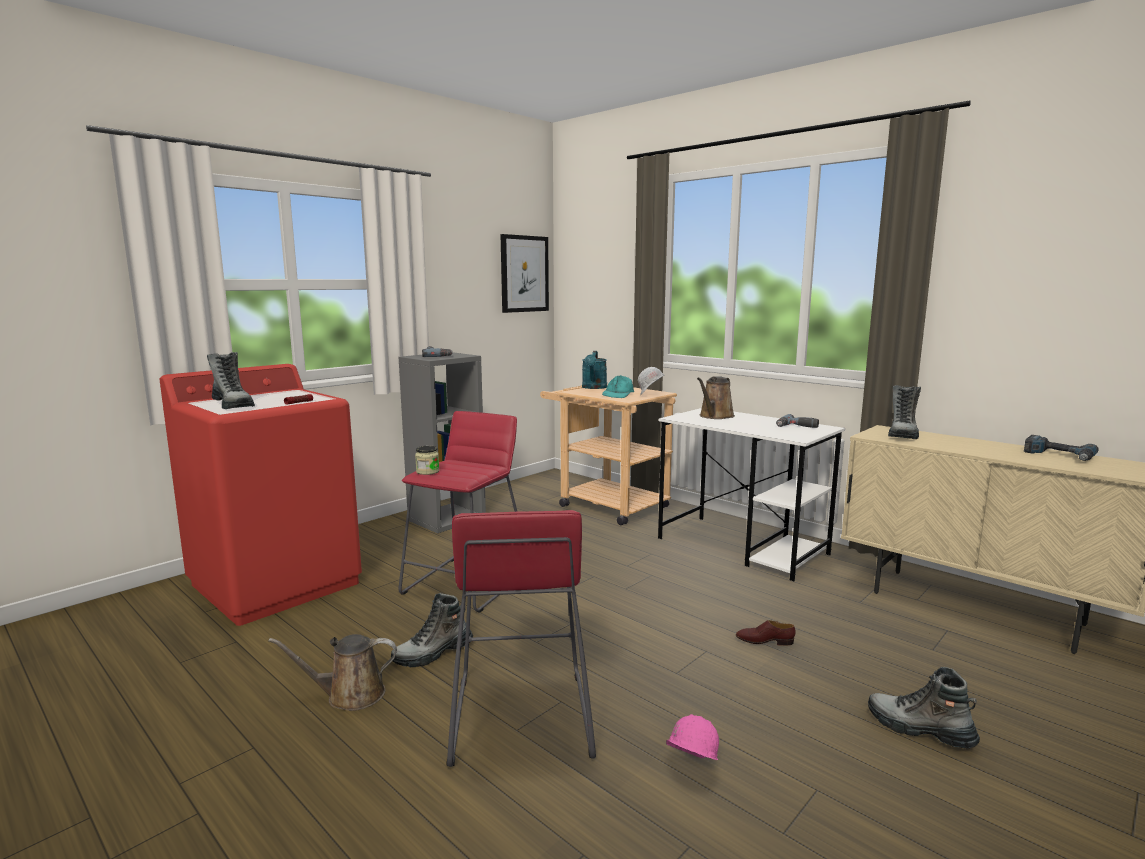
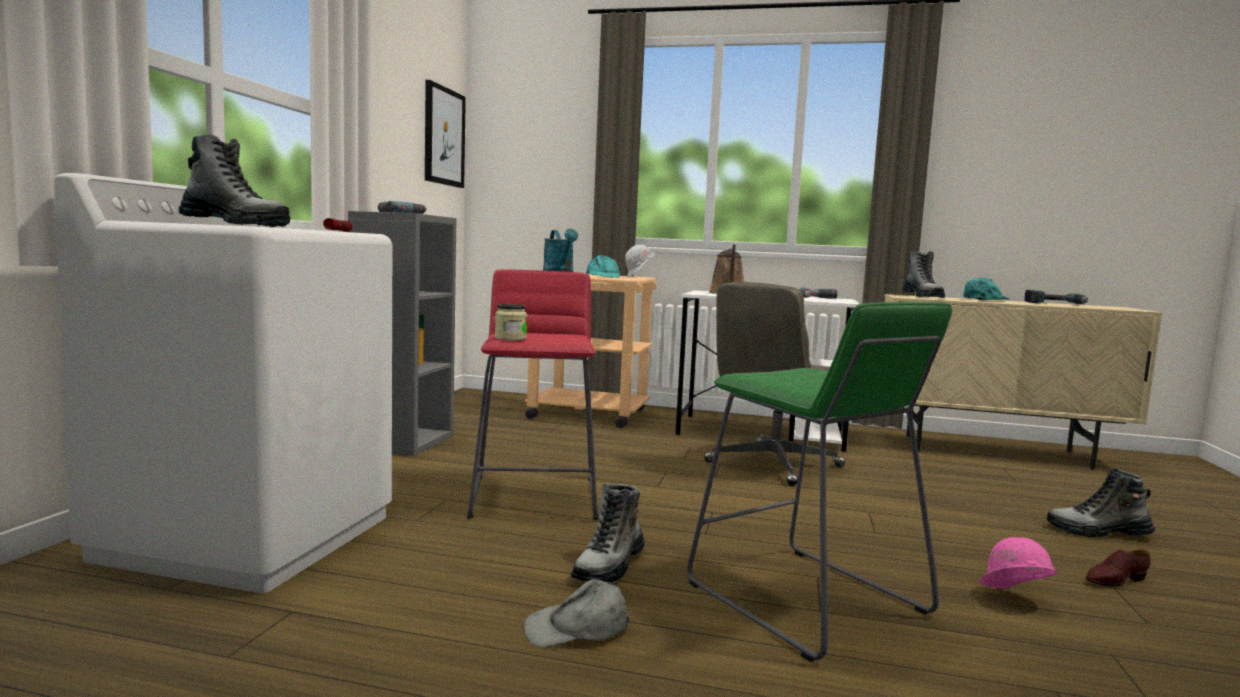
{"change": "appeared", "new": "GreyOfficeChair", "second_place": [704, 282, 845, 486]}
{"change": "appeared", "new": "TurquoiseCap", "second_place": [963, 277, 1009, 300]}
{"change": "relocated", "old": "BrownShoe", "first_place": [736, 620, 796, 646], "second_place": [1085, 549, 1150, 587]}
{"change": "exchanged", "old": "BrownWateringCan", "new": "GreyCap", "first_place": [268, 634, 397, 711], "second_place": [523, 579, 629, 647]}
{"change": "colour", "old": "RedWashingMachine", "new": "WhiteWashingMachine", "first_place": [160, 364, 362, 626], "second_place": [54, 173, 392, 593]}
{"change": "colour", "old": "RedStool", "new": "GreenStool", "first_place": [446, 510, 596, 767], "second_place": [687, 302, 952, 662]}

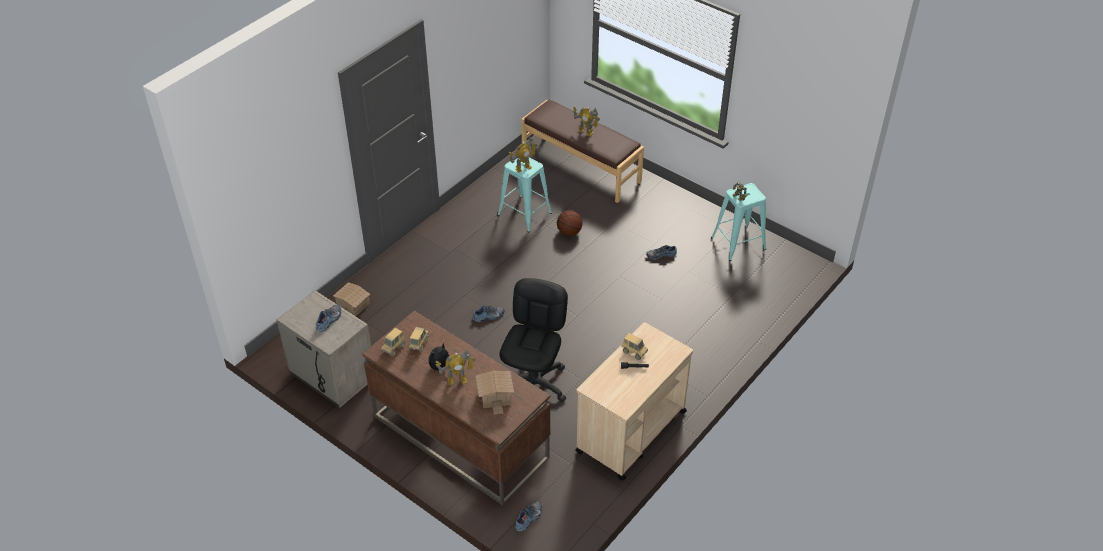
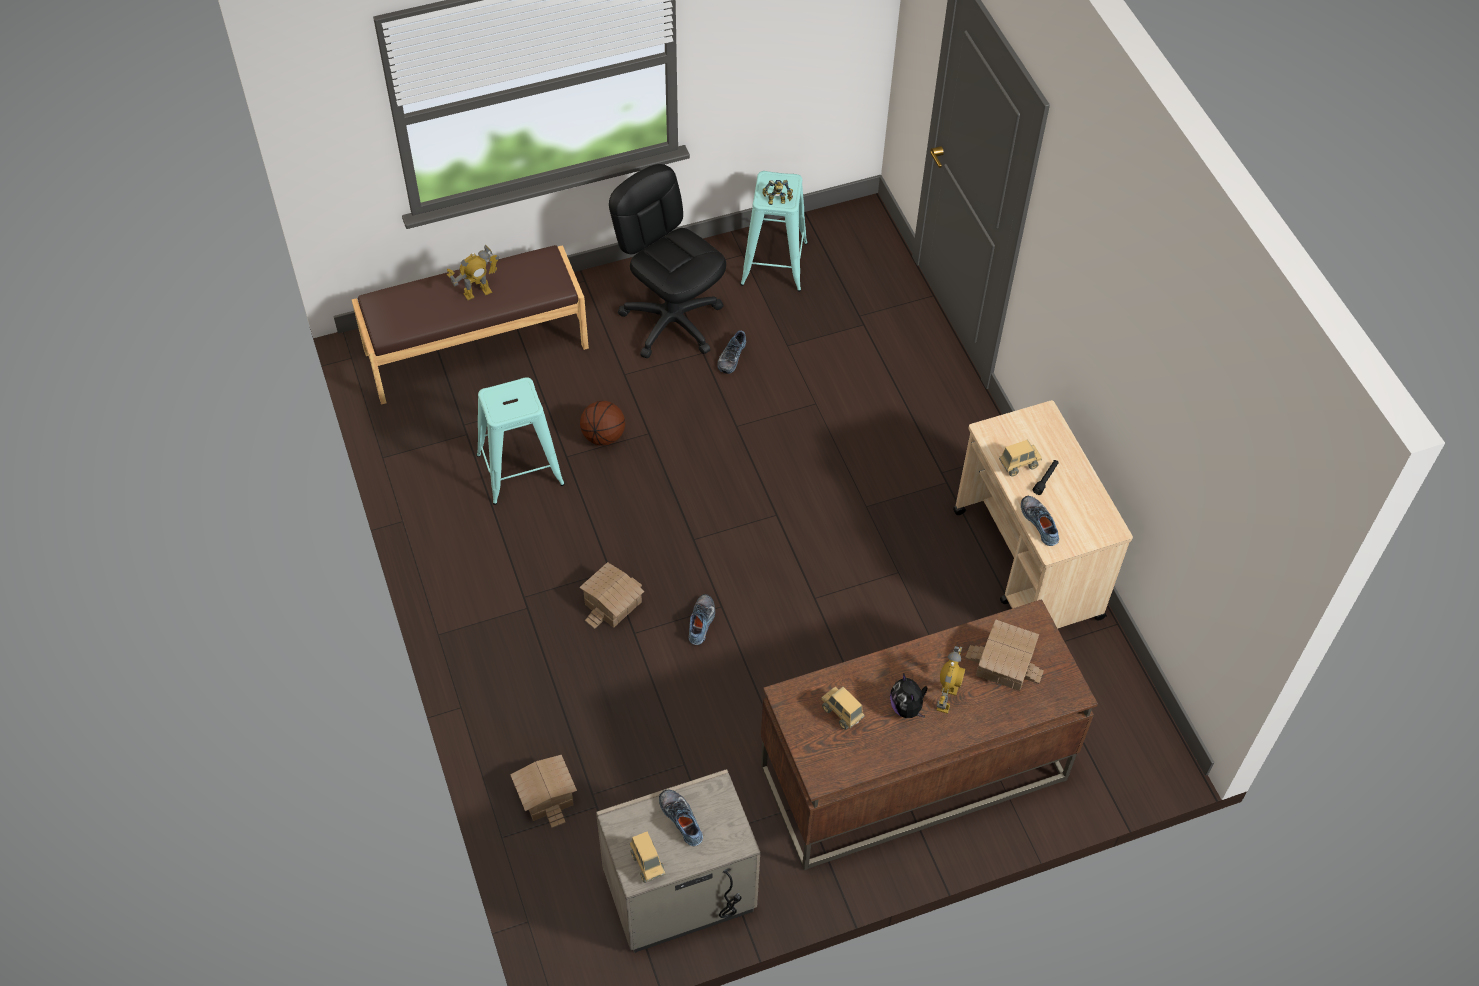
{"change": "missing", "old": "ToyRobot", "first_place": [508, 137, 537, 173]}
{"change": "appeared", "new": "ToyHouse", "second_place": [579, 562, 644, 629]}
{"change": "relocated", "old": "ToyTruck", "first_place": [381, 328, 405, 357], "second_place": [630, 831, 666, 883]}
{"change": "relocated", "old": "BlackOfficeChair", "first_place": [499, 278, 568, 402], "second_place": [609, 164, 726, 359]}
{"change": "relocated", "old": "Shoe", "first_place": [515, 501, 542, 532], "second_place": [1021, 496, 1059, 546]}

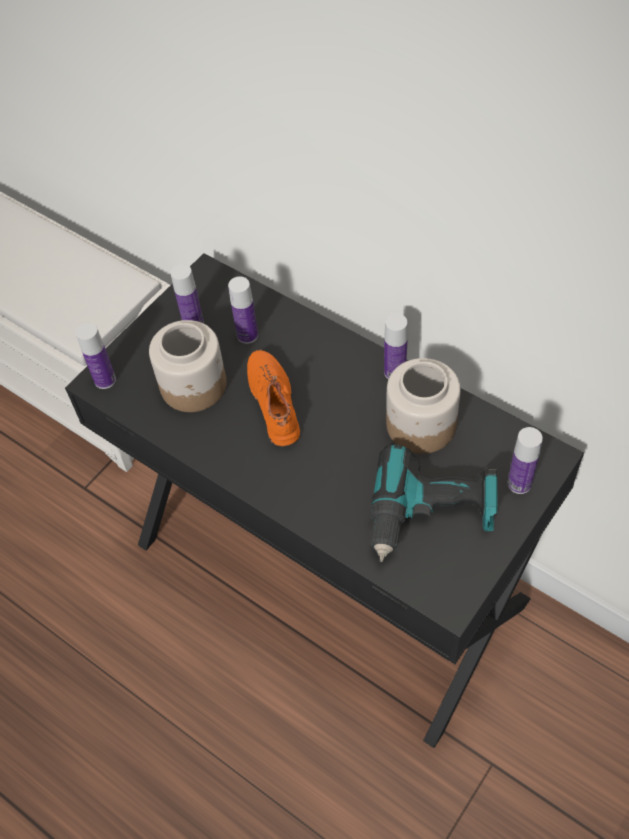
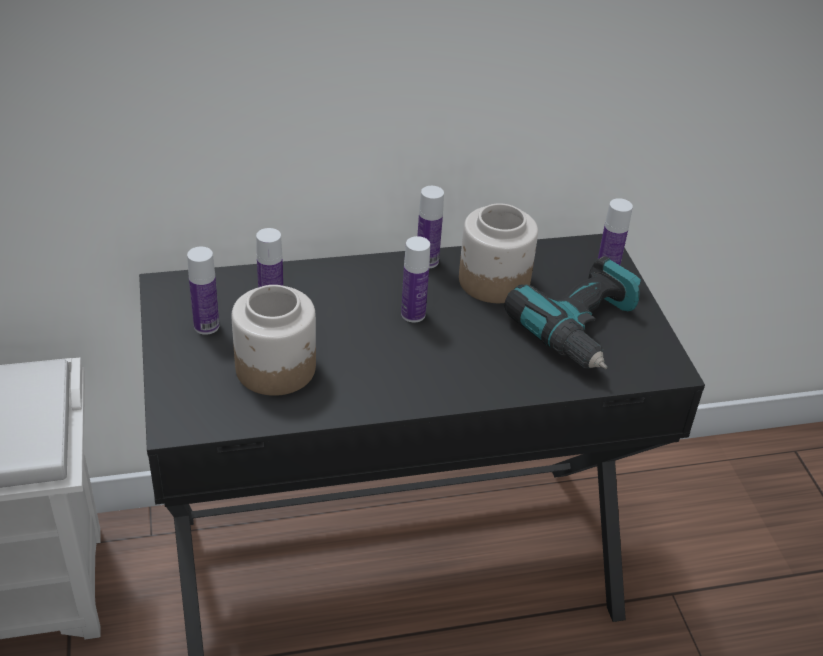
{"change": "missing", "old": "OrangeShoe", "first_place": [247, 350, 300, 447]}
{"change": "relocated", "old": "Bottle", "first_place": [76, 323, 116, 389], "second_place": [401, 236, 430, 322]}

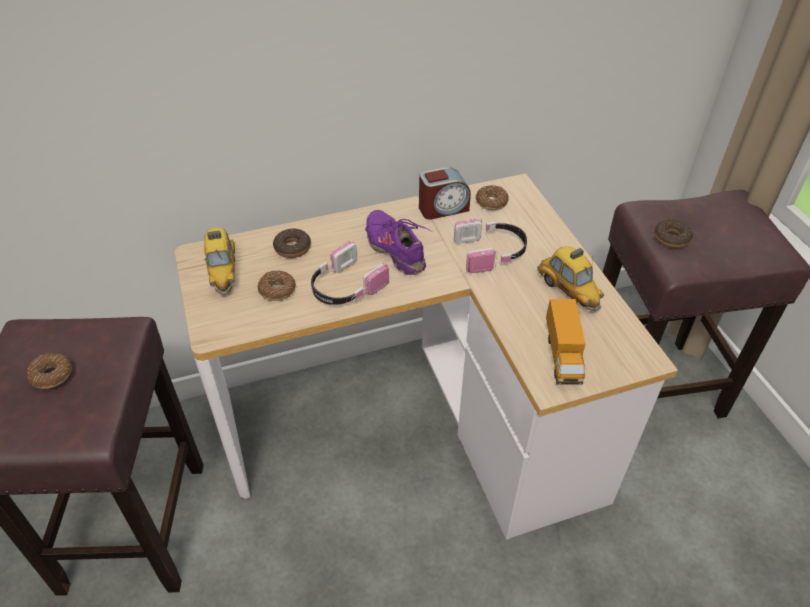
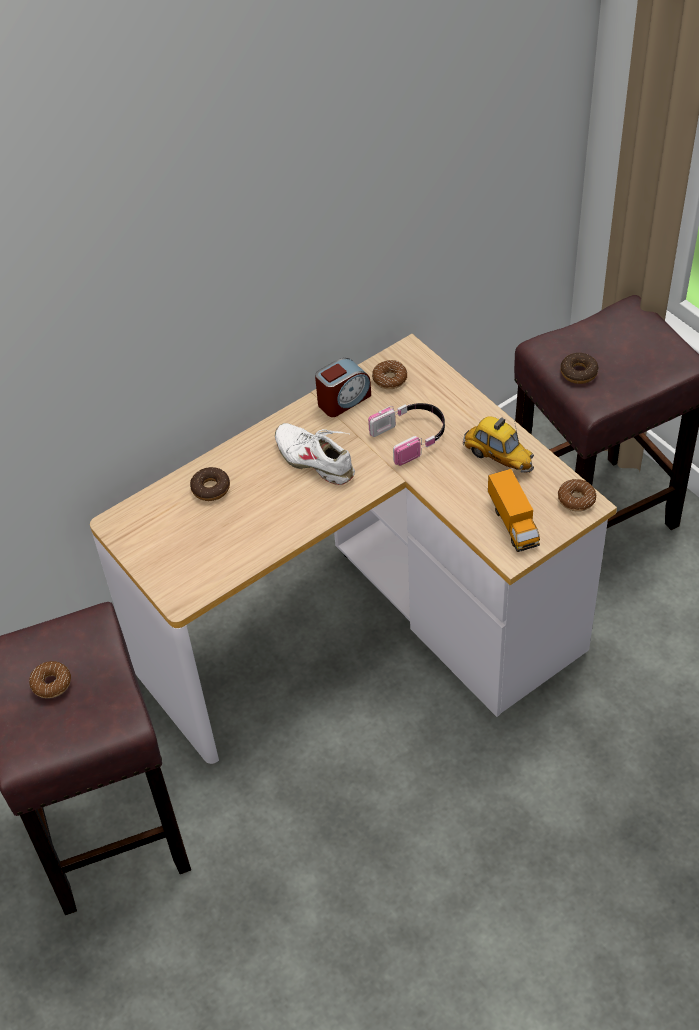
{"change": "missing", "old": "ToyCar", "first_place": [204, 228, 235, 295]}
{"change": "missing", "old": "Headphones", "first_place": [311, 242, 389, 305]}
{"change": "relocated", "old": "Donut", "first_place": [258, 270, 296, 301], "second_place": [558, 479, 596, 512]}
{"change": "colour", "old": "PurpleShoe", "new": "WhiteShoe", "first_place": [365, 210, 432, 275], "second_place": [275, 423, 355, 485]}

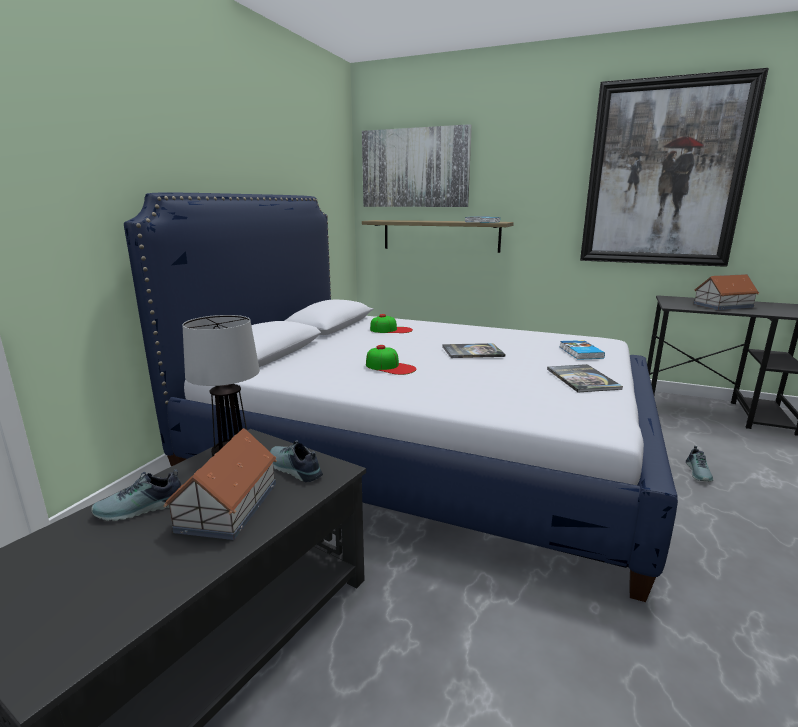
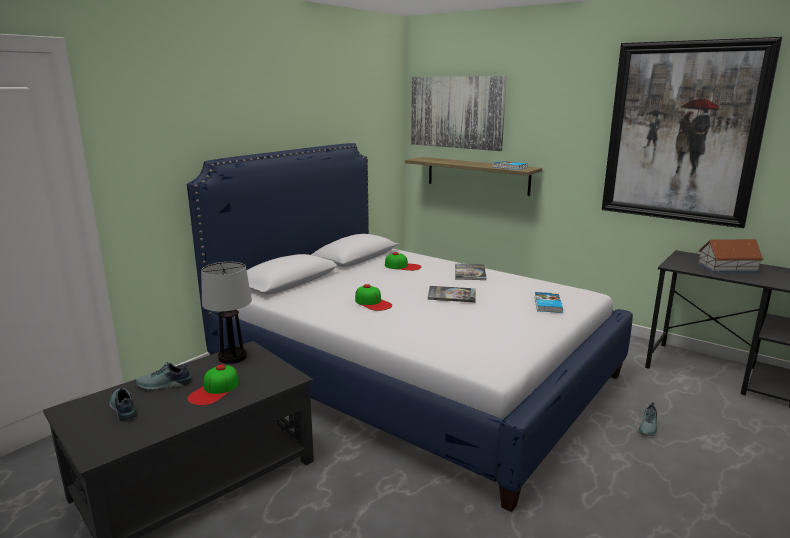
{"change": "relocated", "old": "Shoe", "first_place": [270, 440, 323, 482], "second_place": [110, 387, 137, 421]}
{"change": "relocated", "old": "Book", "first_place": [547, 364, 623, 393], "second_place": [455, 264, 486, 280]}
{"change": "exchanged", "old": "ToyHouse", "new": "Cap", "first_place": [164, 428, 277, 540], "second_place": [188, 365, 239, 406]}

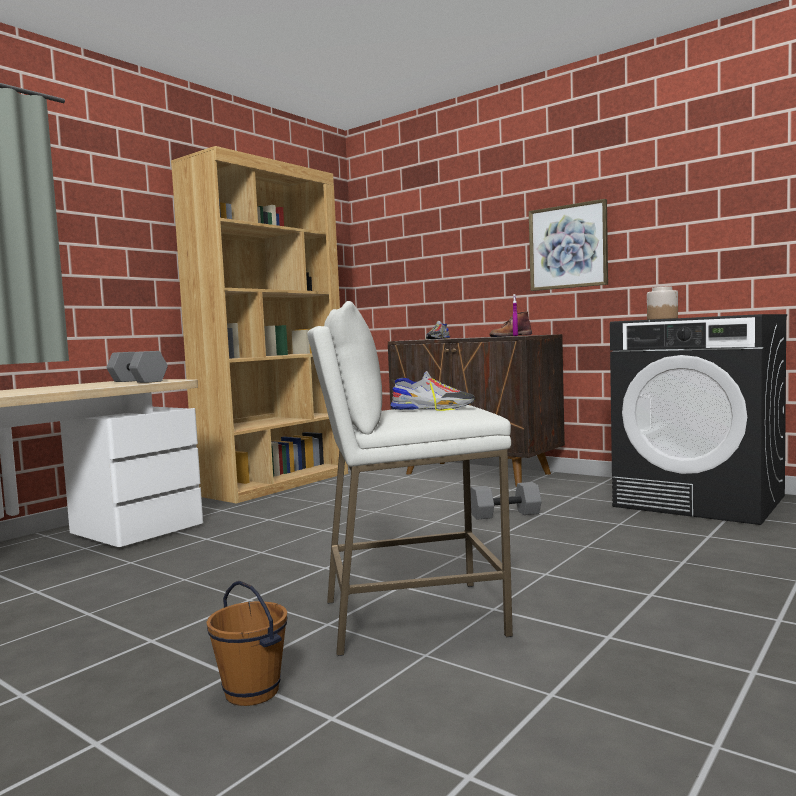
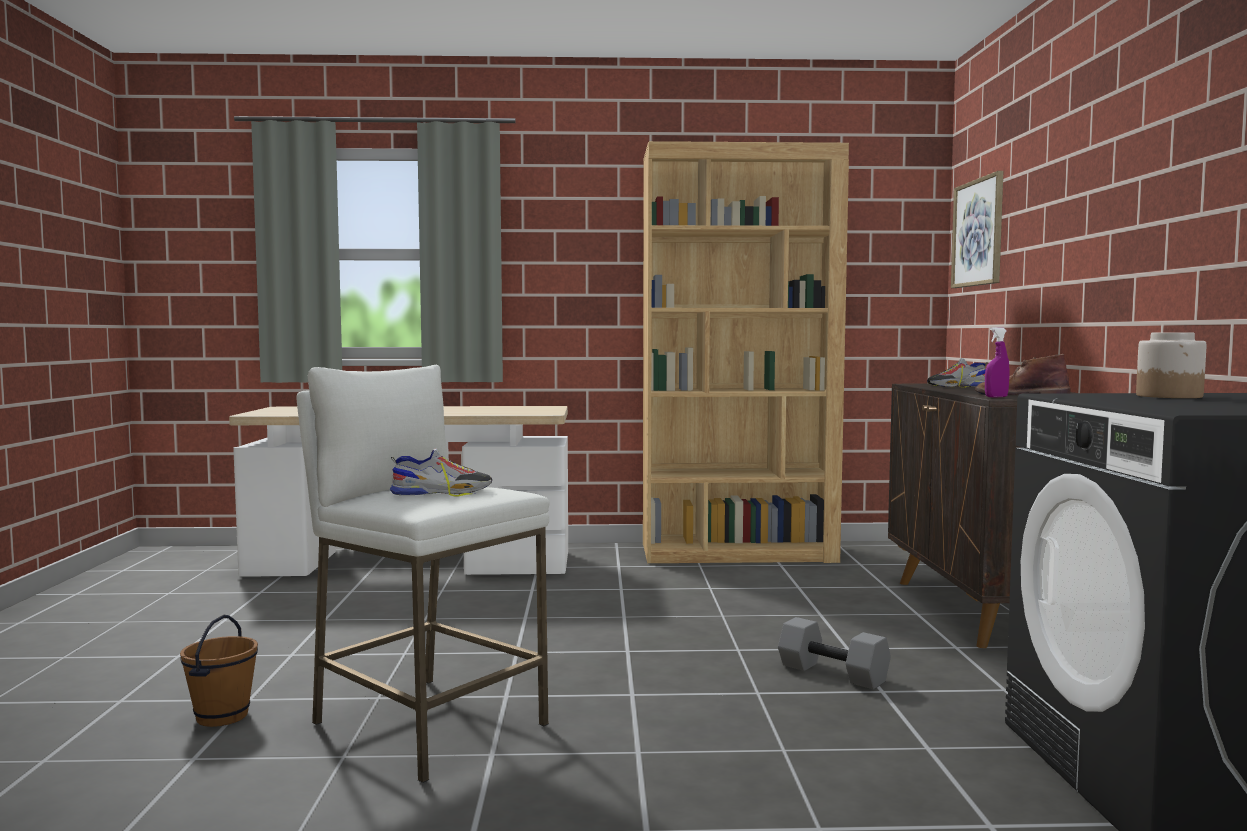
{"change": "missing", "old": "GreyDumbbell", "first_place": [106, 351, 168, 383]}
{"change": "relocated", "old": "Picture", "first_place": [529, 199, 608, 291], "second_place": [951, 171, 1003, 288]}
{"change": "spun", "old": "Shoe", "first_place": [390, 371, 476, 411], "second_place": [390, 449, 492, 496], "degrees": -75}

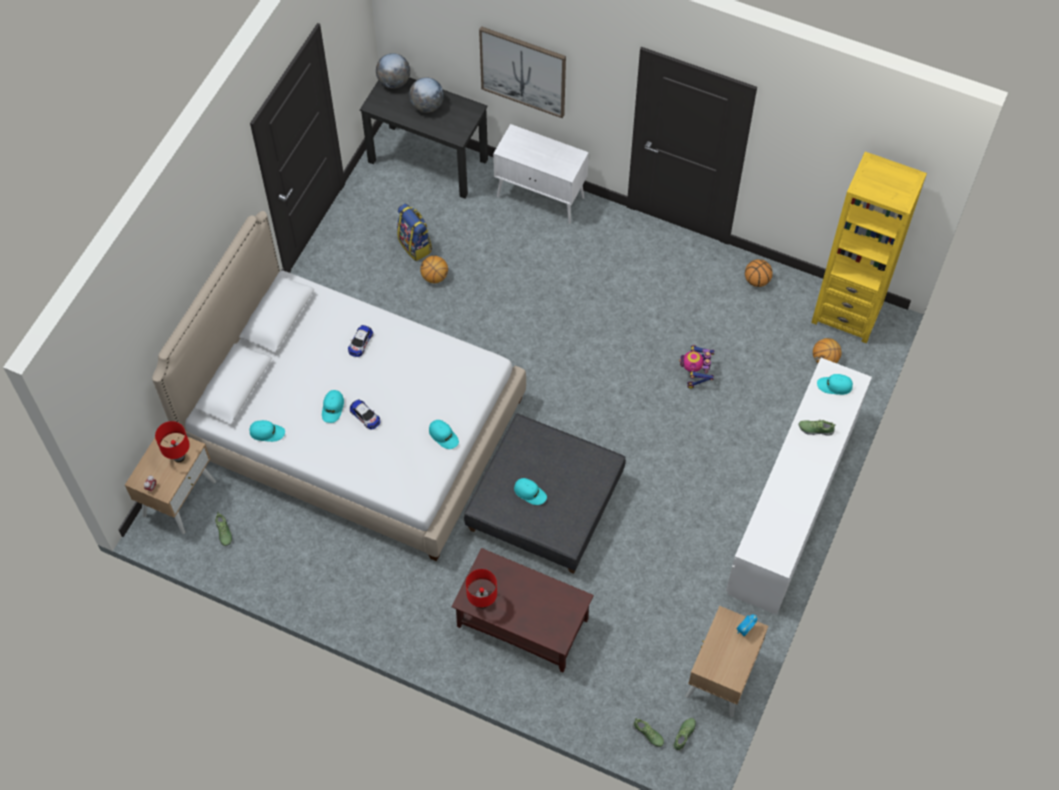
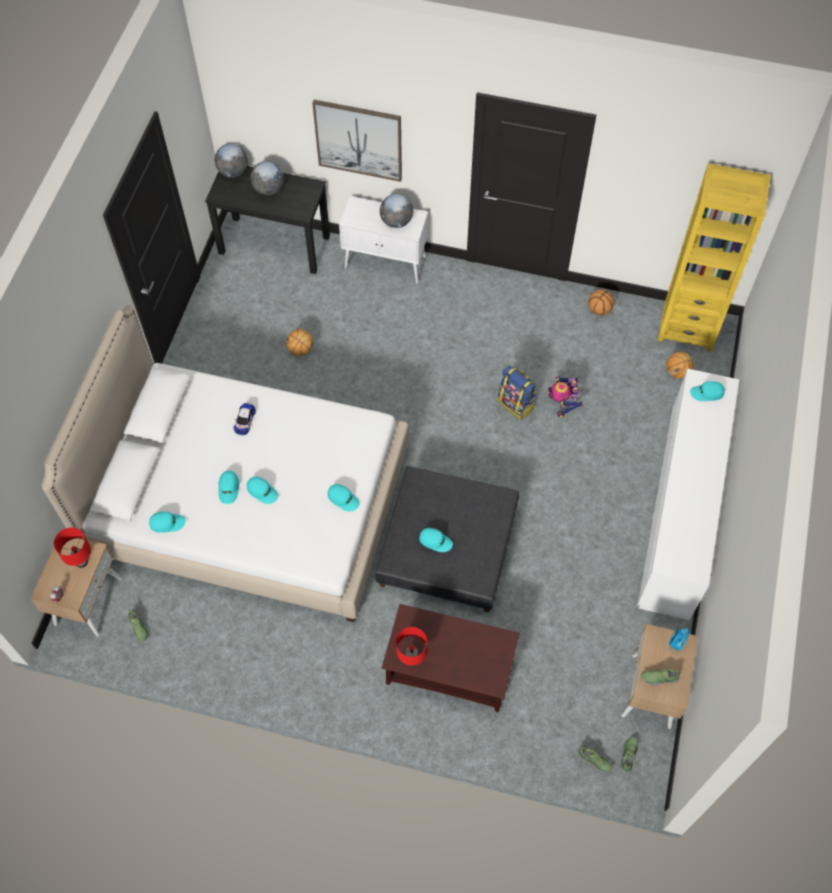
{"change": "appeared", "new": "Globe", "second_place": [380, 194, 413, 228]}
{"change": "relocated", "old": "Backpack", "first_place": [397, 203, 432, 261], "second_place": [497, 366, 537, 420]}
{"change": "relocated", "old": "Shoe", "first_place": [799, 420, 836, 436], "second_place": [641, 669, 682, 685]}
{"change": "exchanged", "old": "ToyCar", "new": "TurquoiseCap", "first_place": [350, 399, 380, 429], "second_place": [247, 476, 278, 504]}

